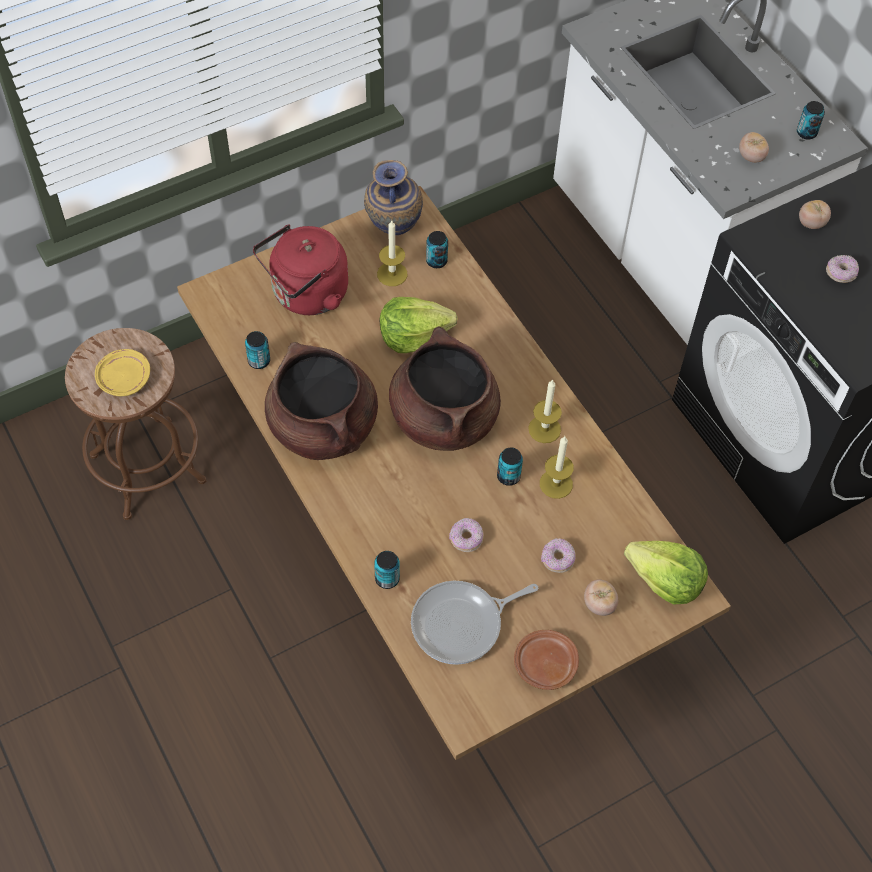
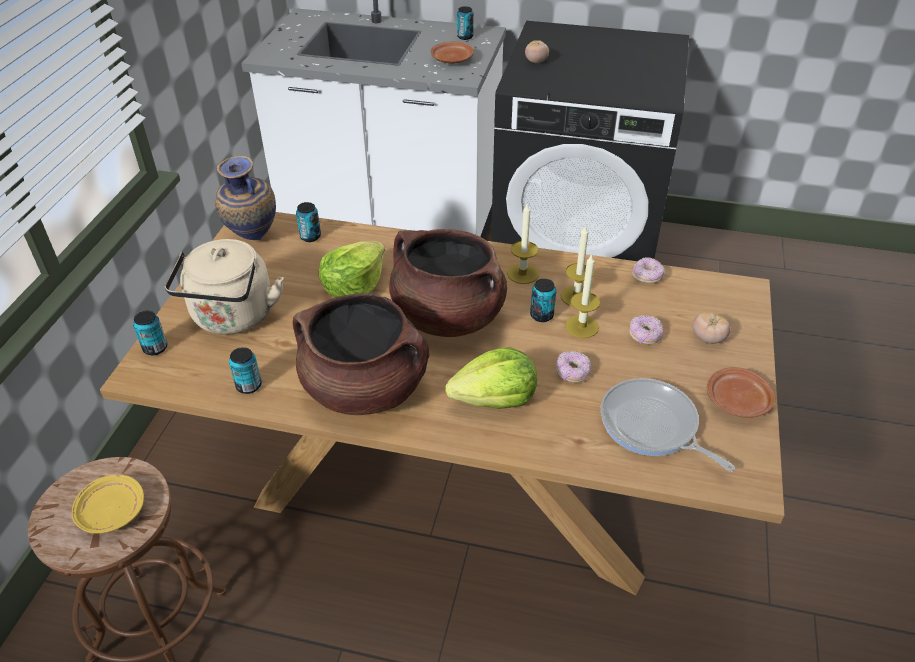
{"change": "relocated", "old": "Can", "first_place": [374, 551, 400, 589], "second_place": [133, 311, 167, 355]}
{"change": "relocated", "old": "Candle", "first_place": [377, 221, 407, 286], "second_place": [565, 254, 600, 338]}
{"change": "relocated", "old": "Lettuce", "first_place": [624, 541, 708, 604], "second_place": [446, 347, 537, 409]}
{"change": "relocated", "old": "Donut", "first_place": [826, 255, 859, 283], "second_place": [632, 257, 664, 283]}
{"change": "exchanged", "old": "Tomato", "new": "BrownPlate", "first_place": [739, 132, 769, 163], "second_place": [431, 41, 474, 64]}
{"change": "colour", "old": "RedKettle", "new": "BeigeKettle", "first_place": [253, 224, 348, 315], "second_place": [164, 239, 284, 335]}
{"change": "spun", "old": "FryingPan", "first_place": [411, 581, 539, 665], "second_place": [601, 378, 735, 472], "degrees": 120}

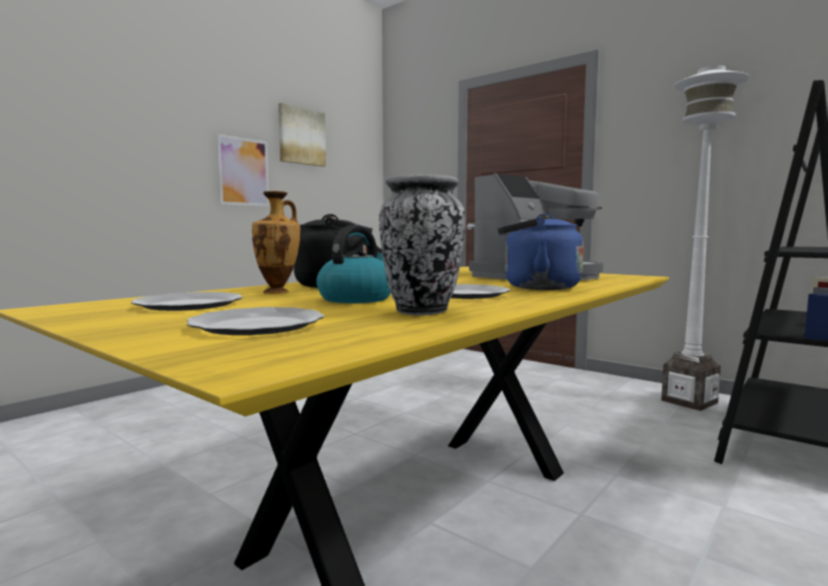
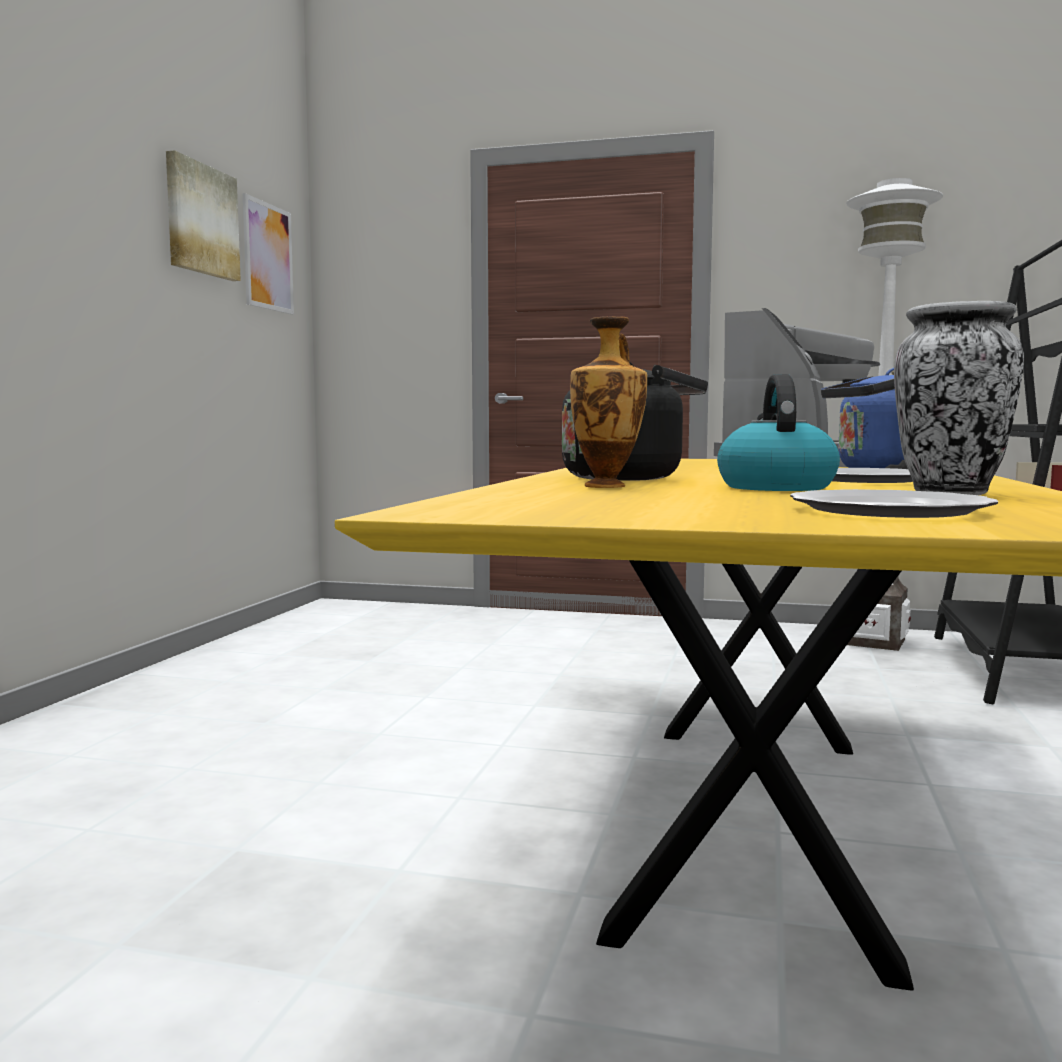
{"change": "missing", "old": "Plate", "first_place": [131, 292, 243, 311]}
{"change": "relocated", "old": "Picture", "first_place": [216, 134, 270, 207], "second_place": [243, 193, 294, 315]}

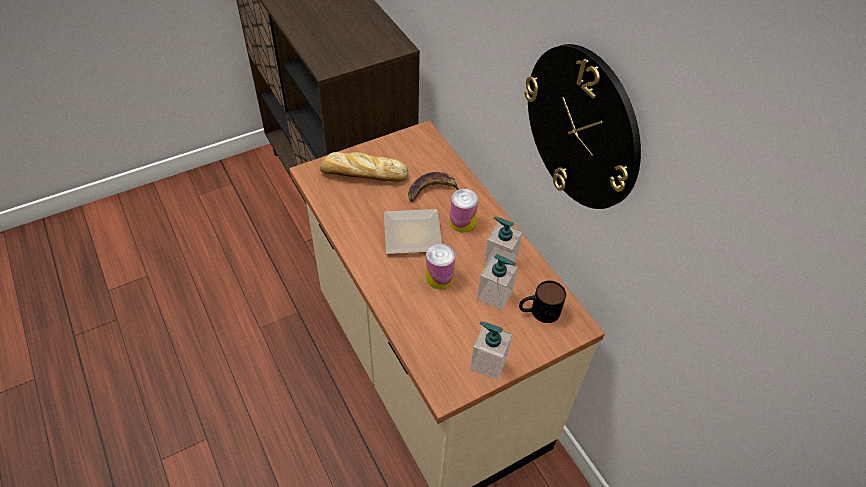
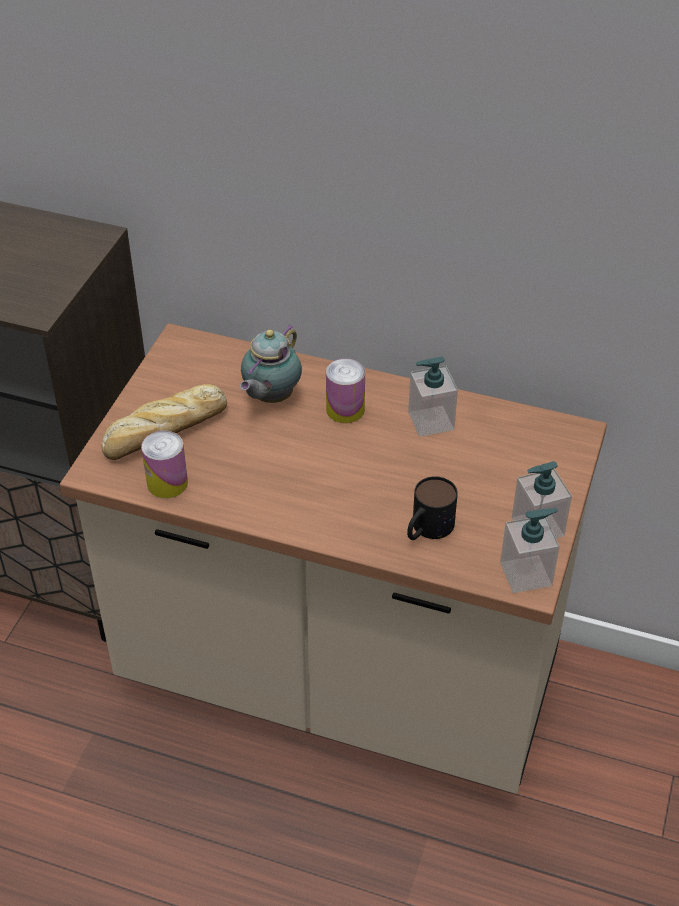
{"change": "missing", "old": "Plate", "first_place": [384, 209, 442, 254]}
{"change": "missing", "old": "WallClock", "first_place": [524, 44, 641, 209]}
{"change": "relocated", "old": "Can", "first_place": [426, 244, 456, 289], "second_place": [141, 431, 188, 498]}
{"change": "relocated", "old": "SoapDispenser", "first_place": [477, 254, 518, 310], "second_place": [500, 508, 560, 593]}
{"change": "relocated", "old": "Mug", "first_place": [519, 281, 566, 323], "second_place": [407, 476, 458, 540]}
{"change": "exchanged", "old": "Banana", "new": "Teapot", "first_place": [408, 172, 459, 202], "second_place": [240, 325, 302, 403]}

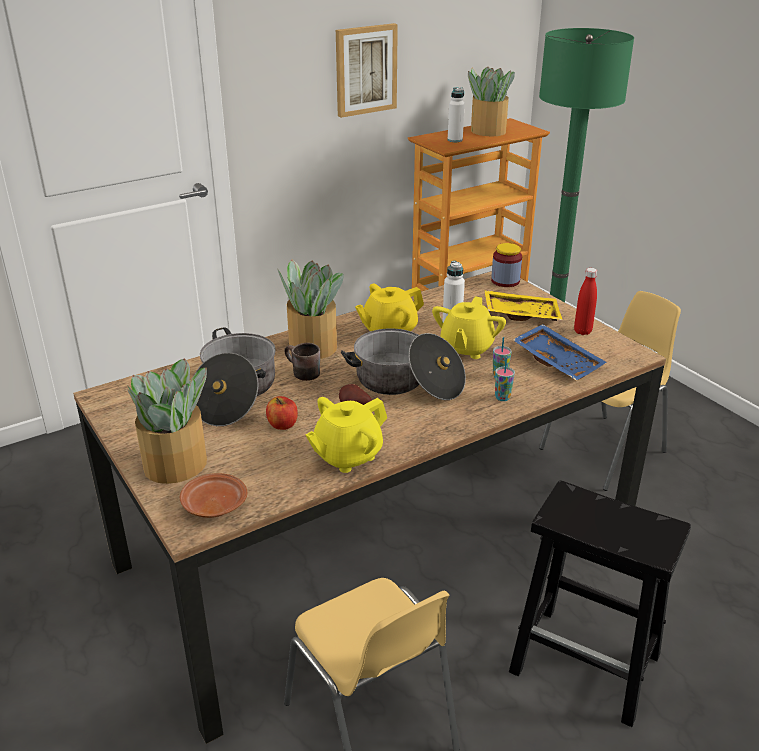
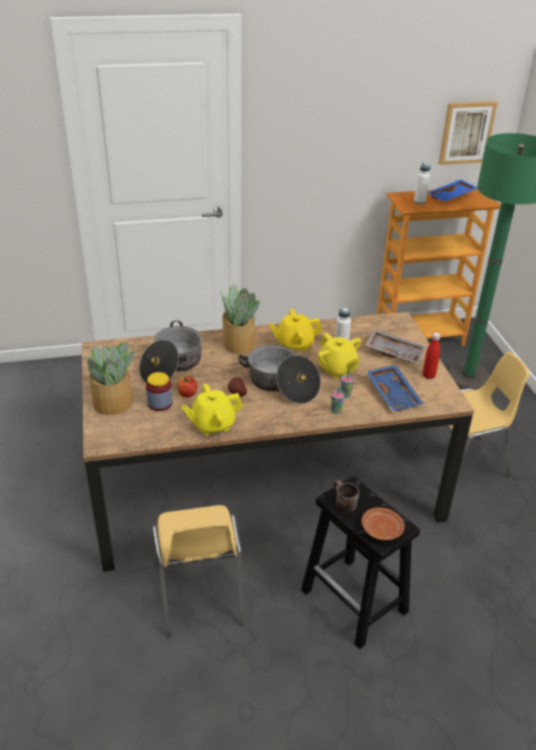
{"change": "relocated", "old": "BrownPlate", "first_place": [180, 473, 247, 518], "second_place": [362, 507, 405, 540]}
{"change": "relocated", "old": "BrownMug", "first_place": [284, 343, 320, 381], "second_place": [334, 480, 359, 513]}
{"change": "relocated", "old": "Picture", "first_place": [336, 23, 398, 118], "second_place": [439, 101, 497, 165]}
{"change": "relocated", "old": "Jar", "first_place": [491, 243, 522, 287], "second_place": [146, 372, 172, 411]}
{"change": "exchanged", "old": "PottedPlant", "new": "BlueTray", "first_place": [468, 66, 515, 136], "second_place": [427, 179, 477, 201]}
{"change": "colour", "old": "YellowTray", "new": "GreyTray", "first_place": [484, 290, 563, 321], "second_place": [366, 329, 425, 364]}
{"change": "spun", "old": "YellowTeapot", "first_place": [432, 296, 506, 359], "second_place": [318, 333, 361, 379], "degrees": -75}

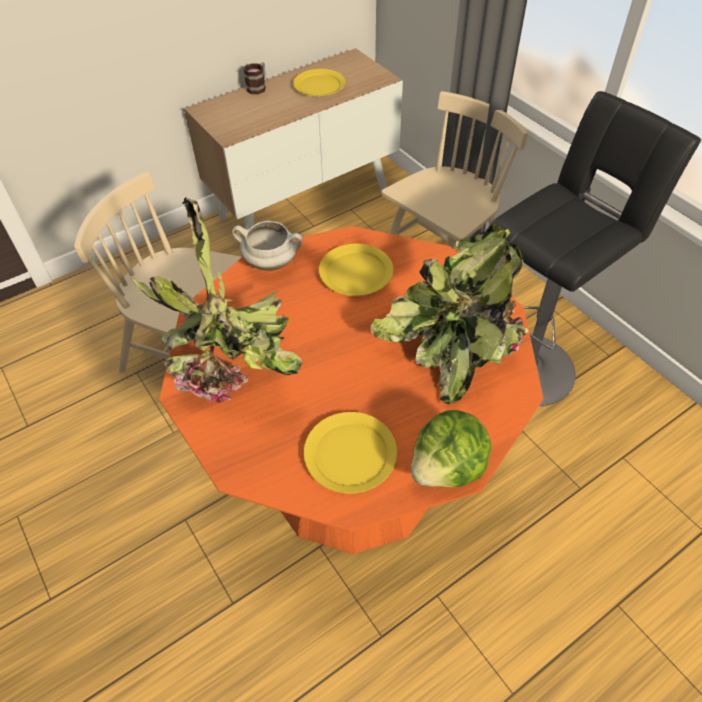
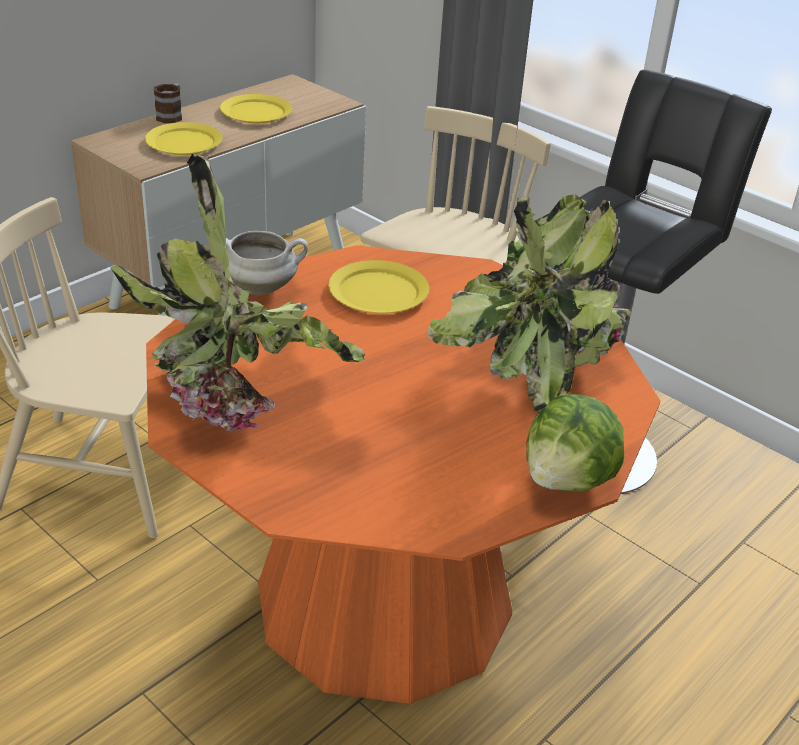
{"change": "relocated", "old": "YellowPlate", "first_place": [304, 412, 397, 493], "second_place": [145, 122, 222, 155]}

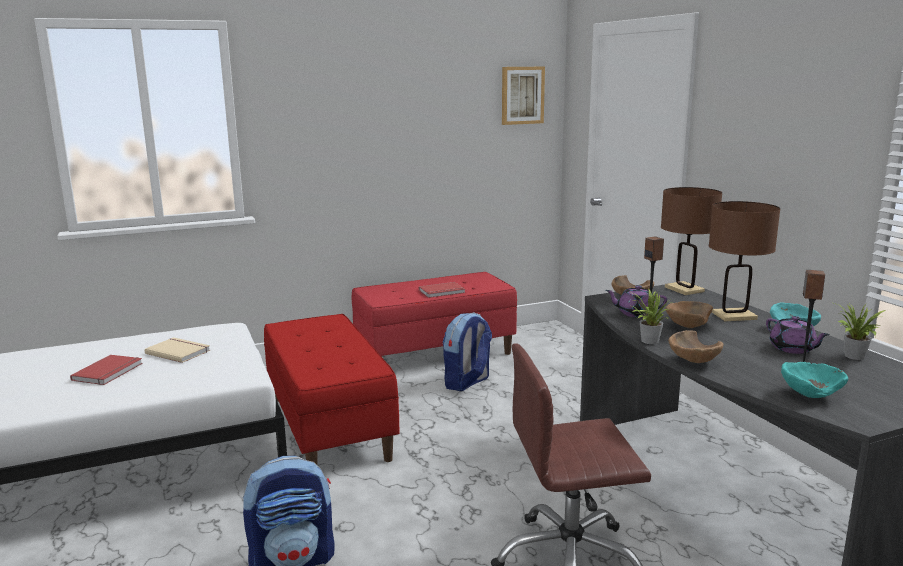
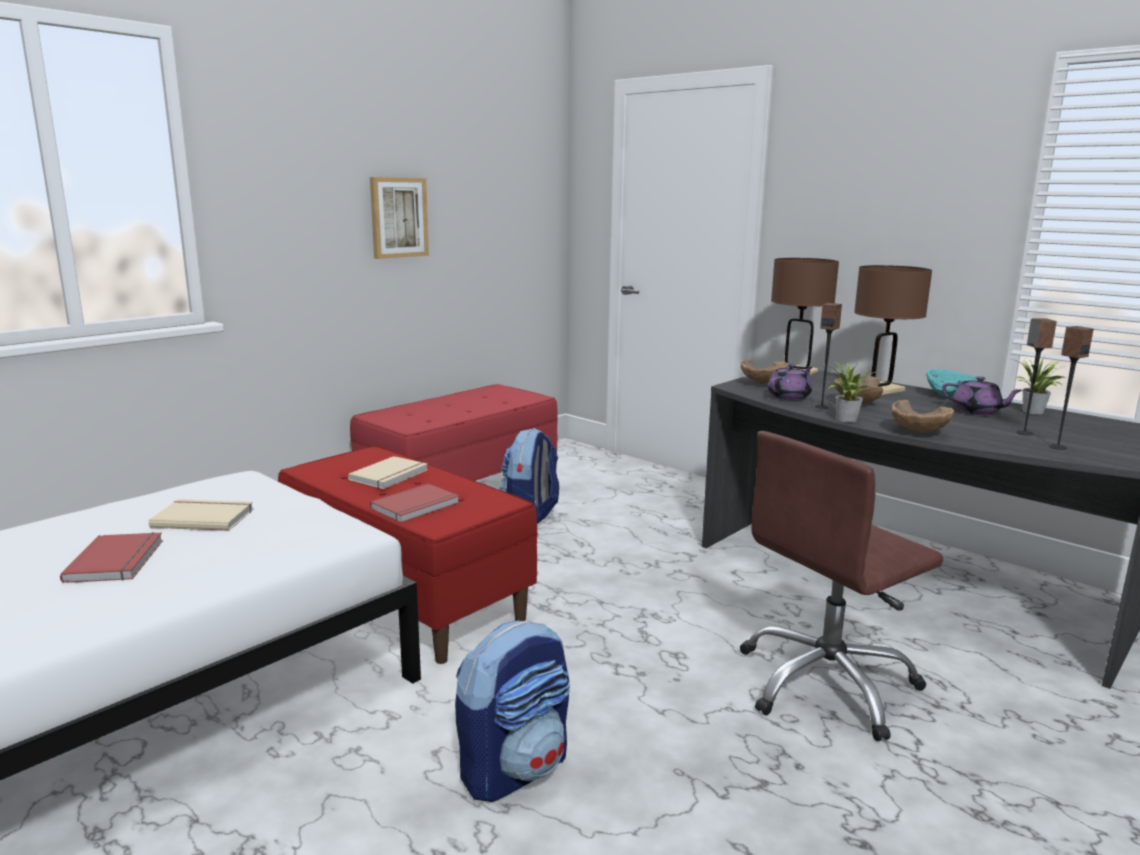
{"change": "appeared", "new": "BeigeBook", "second_place": [348, 456, 428, 489]}
{"change": "relocated", "old": "RedBook", "first_place": [419, 282, 465, 298], "second_place": [370, 484, 460, 523]}
{"change": "relocated", "old": "Picture", "first_place": [502, 67, 545, 125], "second_place": [370, 177, 429, 259]}
{"change": "exchanged", "old": "TurquoiseBowl", "new": "Speaker", "first_place": [781, 362, 848, 398], "second_place": [1049, 326, 1094, 450]}
{"change": "spun", "old": "PurpleTeapot", "first_place": [605, 285, 667, 318], "second_place": [768, 364, 812, 400], "degrees": 150}

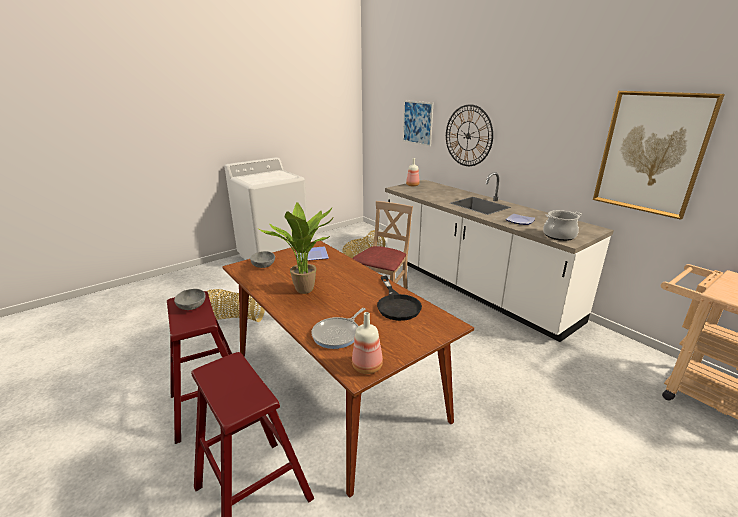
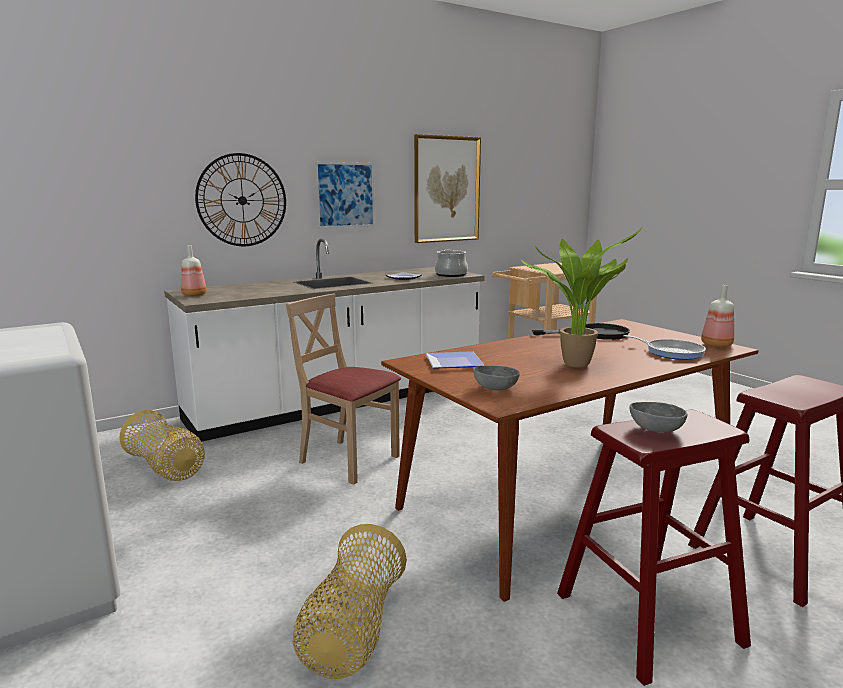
{"change": "relocated", "old": "Picture", "first_place": [403, 100, 433, 146], "second_place": [315, 162, 375, 229]}

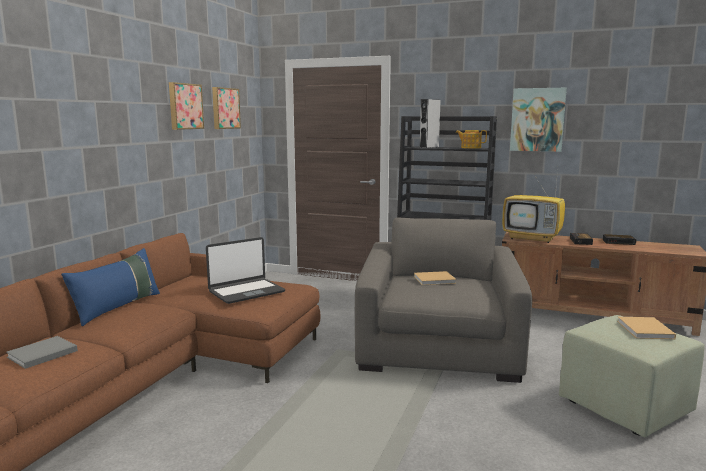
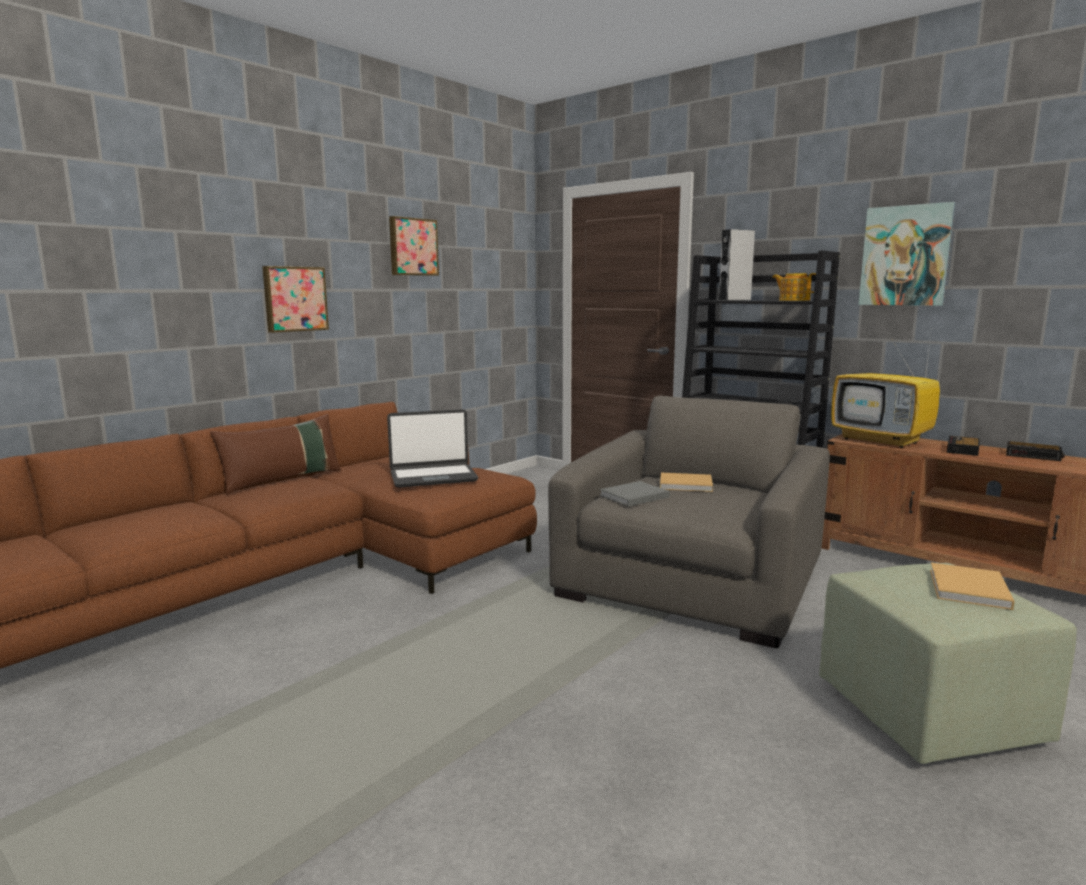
{"change": "relocated", "old": "GreyBook", "first_place": [6, 336, 78, 369], "second_place": [600, 481, 670, 506]}
{"change": "relocated", "old": "Picture", "first_place": [212, 87, 241, 129], "second_place": [262, 266, 329, 333]}
{"change": "colour", "old": "BluePillow", "new": "BrownPillow", "first_place": [61, 248, 160, 326], "second_place": [210, 414, 341, 494]}

